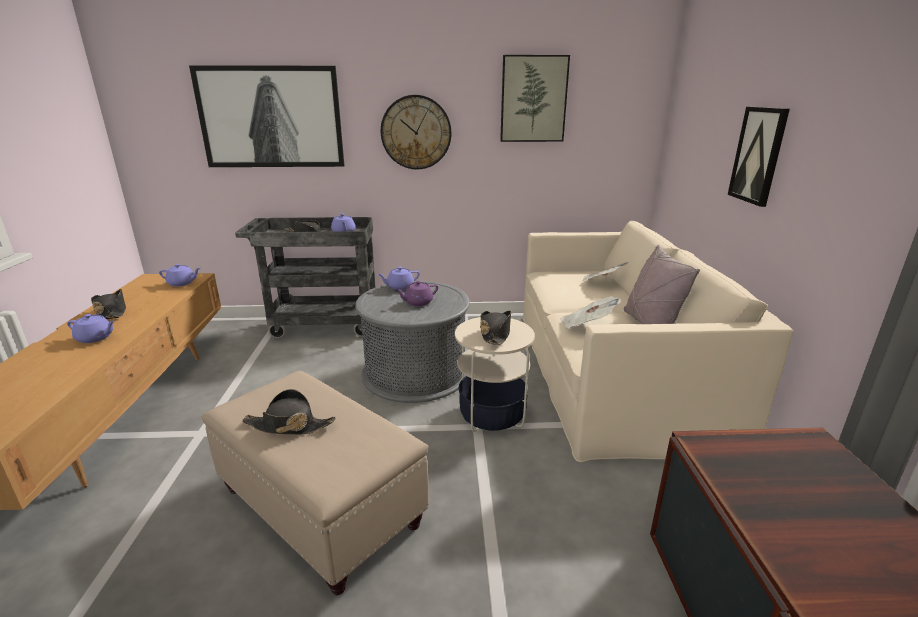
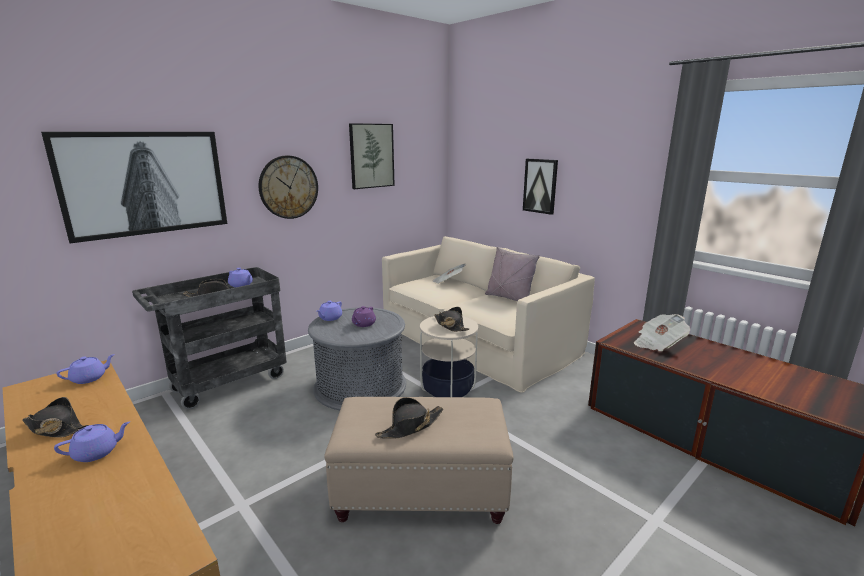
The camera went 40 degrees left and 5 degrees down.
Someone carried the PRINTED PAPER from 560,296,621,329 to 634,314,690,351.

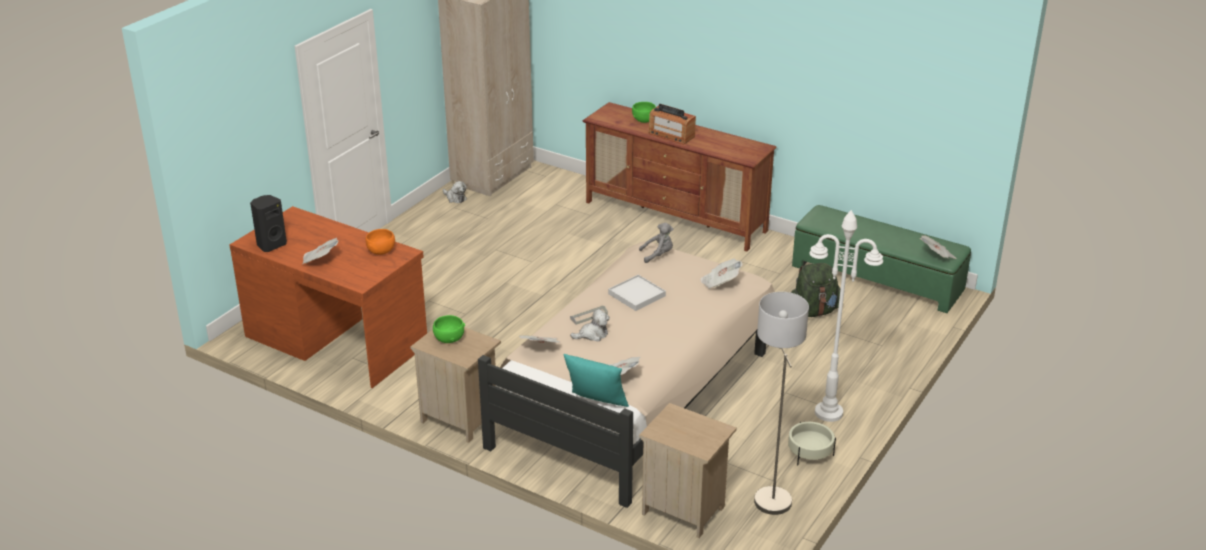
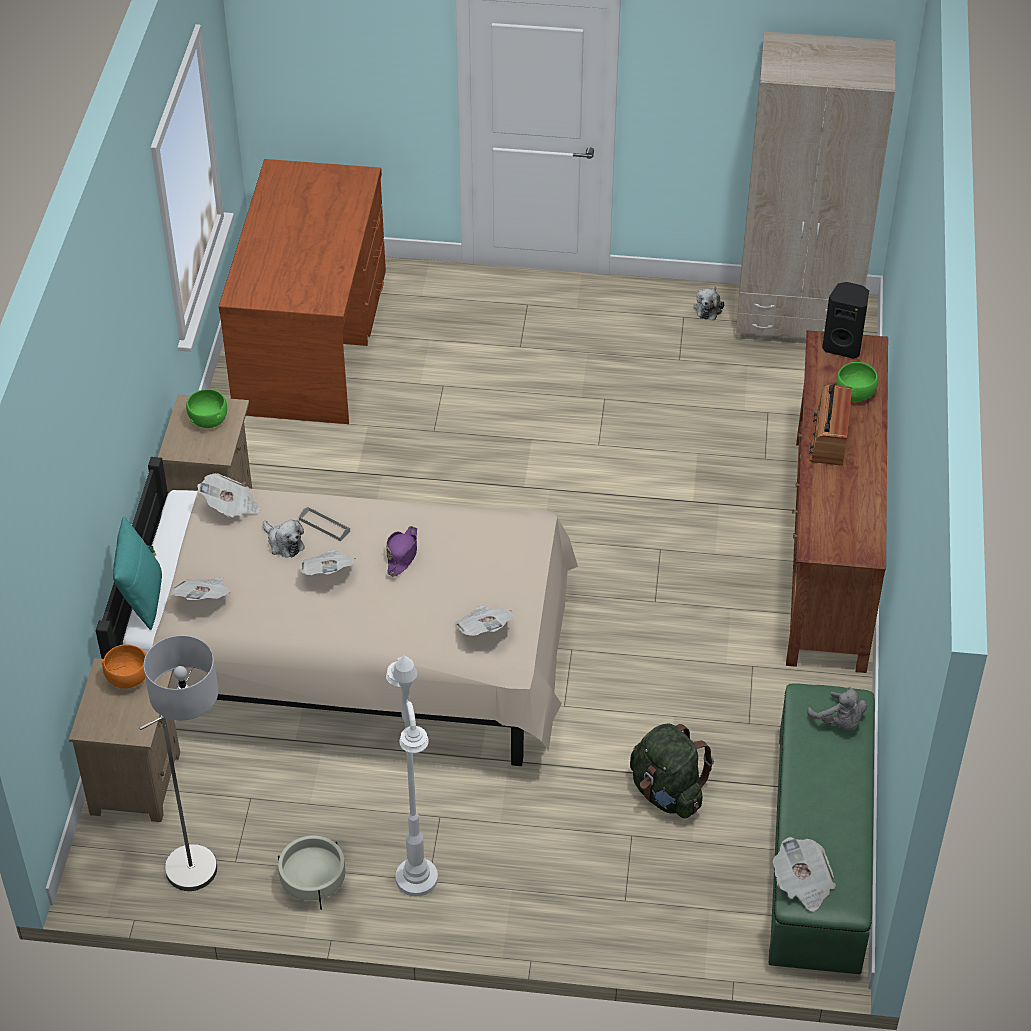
The camera went 65 degrees right and 15 degrees up.
Someone carried the ORANGE-COLOURED SERVING BOWL from 365,229,395,255 to 101,645,146,689.
Someone carried the PRINTED PAPER from 302,238,338,264 to 300,549,356,575.
Someone swapped the WHITISH TRAY at 608,275,666,311 for the PURPLE CLOTHING HAT at 386,526,417,577.
Someone carried the GREY PLUSH TOY from 639,223,674,263 to 807,687,867,730.
Someone carried the BLACK LOUDSPEAKER from 250,195,287,252 to 822,282,869,359.

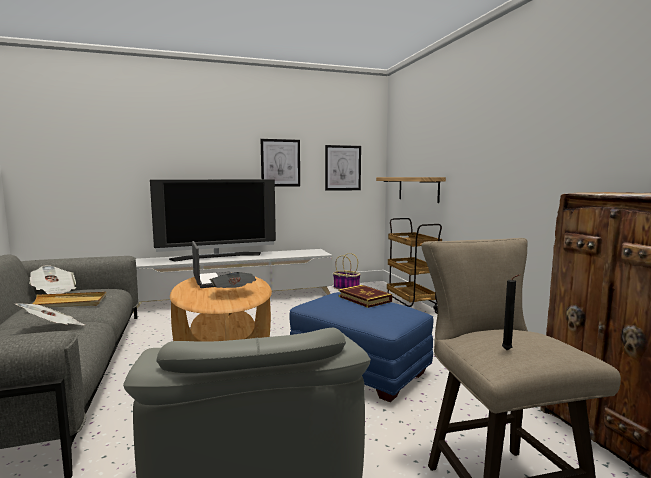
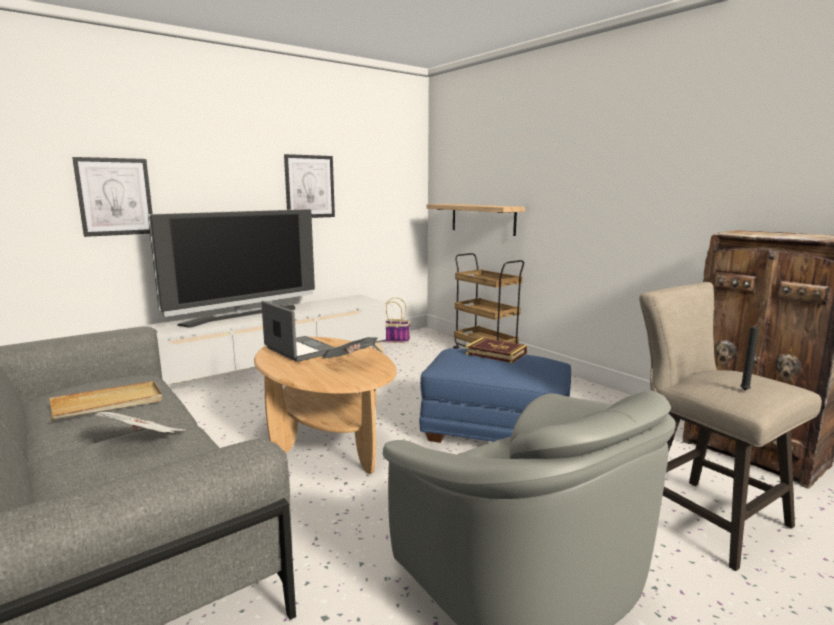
The camera went 20 degrees left and 5 degrees up.
Someone carried the PICTURE from 325,145,361,191 to 72,157,153,237.
Someone took away the PRINTED PAPER at 29,265,76,294.

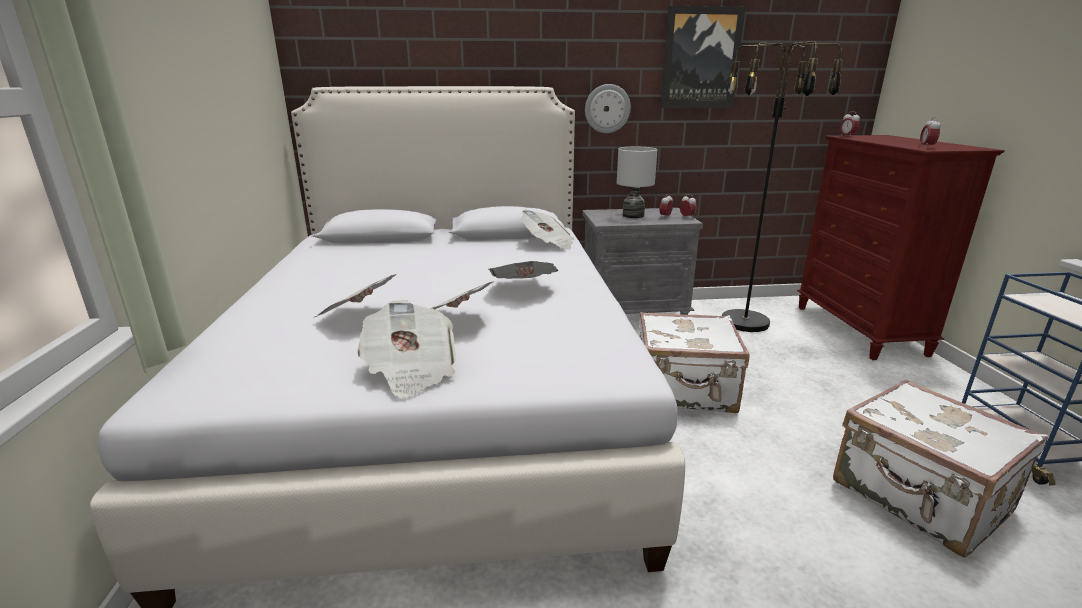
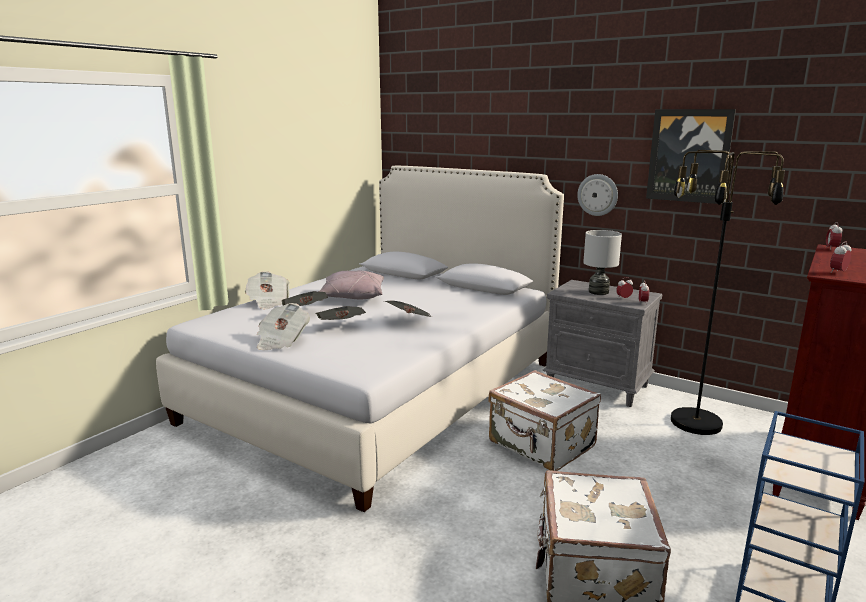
The camera went 40 degrees right and 5 degrees down.
Someone carried the PRINTED PAPER from 521,210,575,250 to 245,271,289,309.
Someone put down the PURPLE PILLOW at 318,270,384,299.

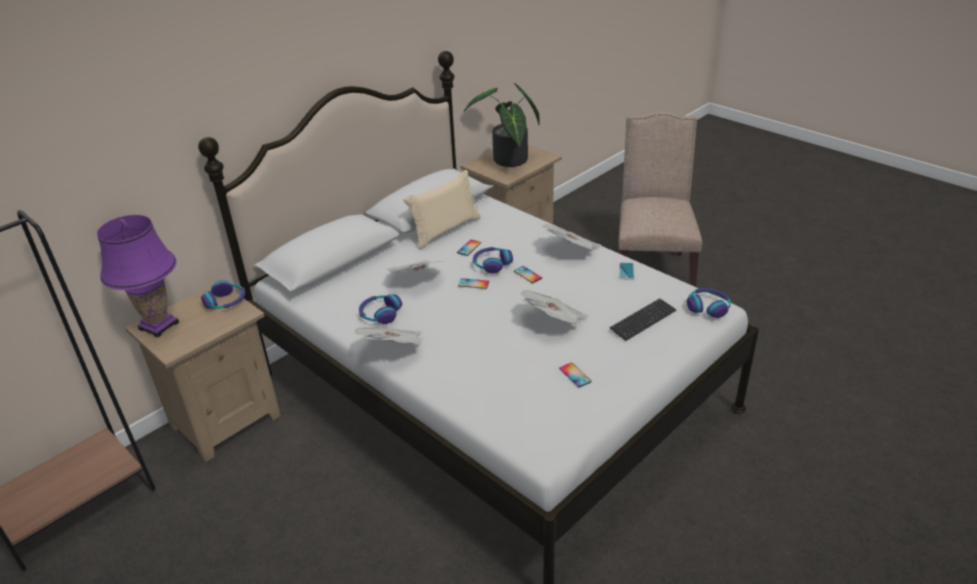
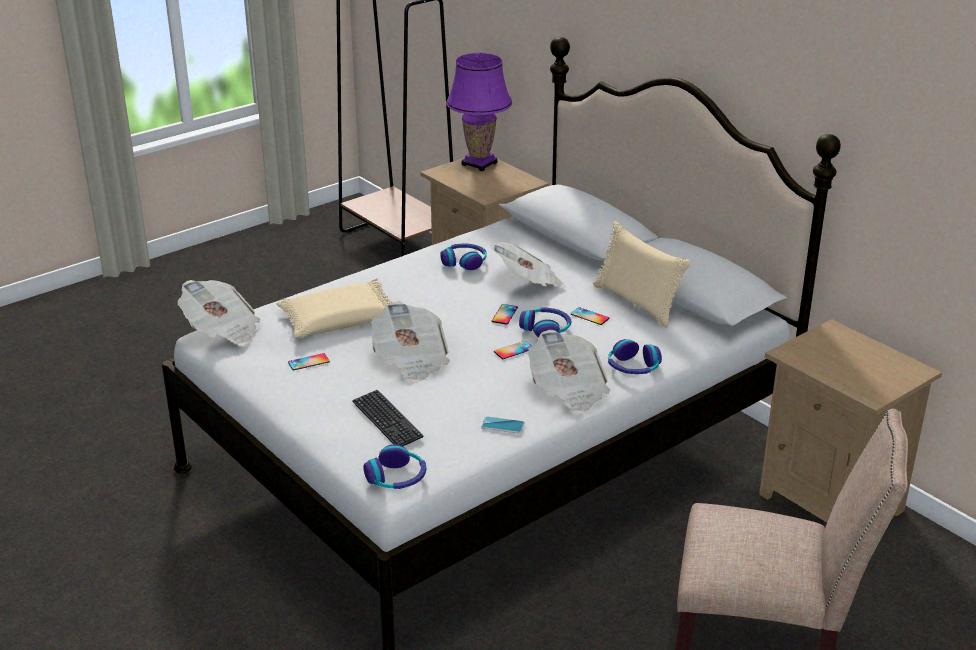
The camera went 95 degrees right and 5 degrees down.
Someone carried the PRINTED PAPER from 355,327,423,343 to 177,280,260,346.
Someone put down the BEIGE PILLOW at 276,278,393,338.
Someone carried the HEADPHONES from 201,280,245,309 to 608,339,662,374.
Someone took away the HOUSEPLANT at 463,83,540,167.

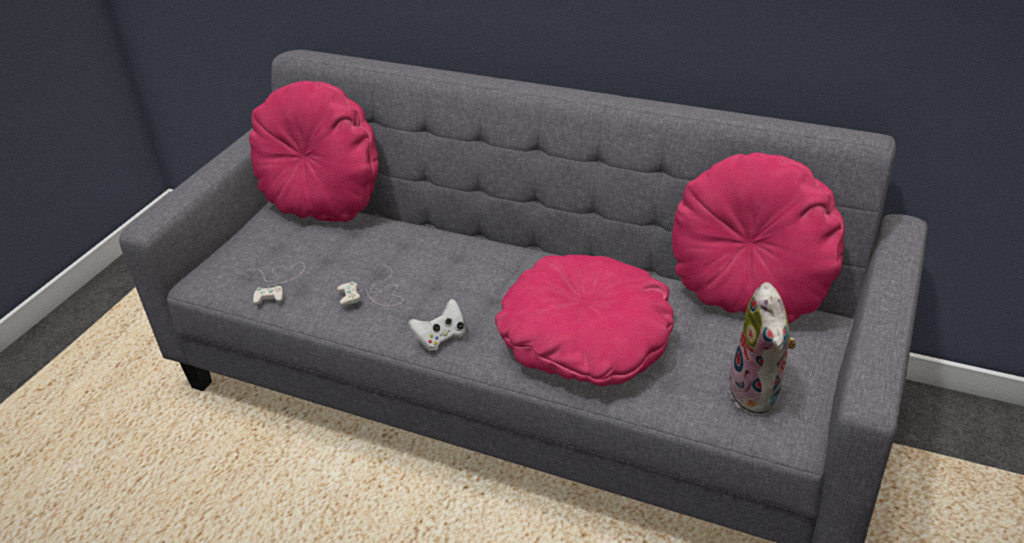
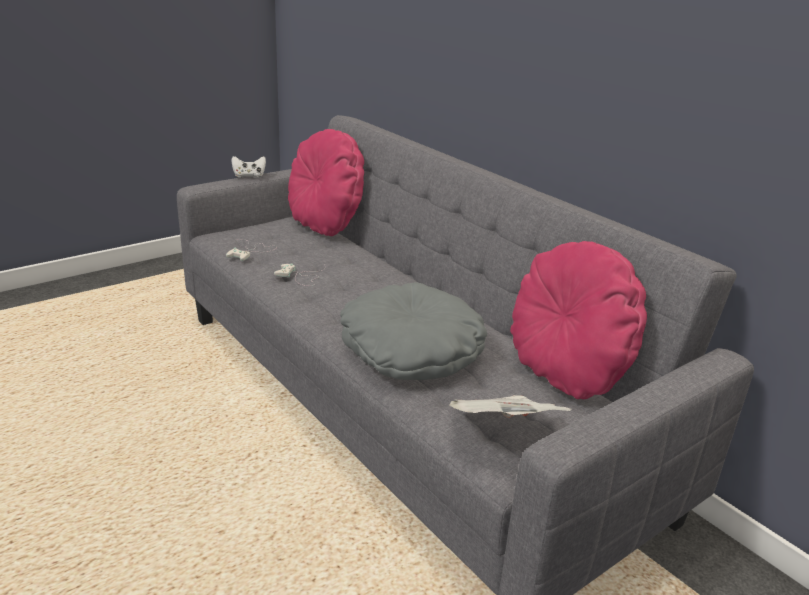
The camera went 25 degrees right and 10 degrees down.
Someone carried the WHITISH GAME CONTROLLER from 408,299,465,351 to 231,156,266,178.
Someone repainted the PINK PILLOW at 495,255,674,386, which became the GREY PILLOW at 340,282,487,380.
Someone swapped the PLUSH TOY at 726,282,797,414 for the PRINTED PAPER at 449,395,572,418.

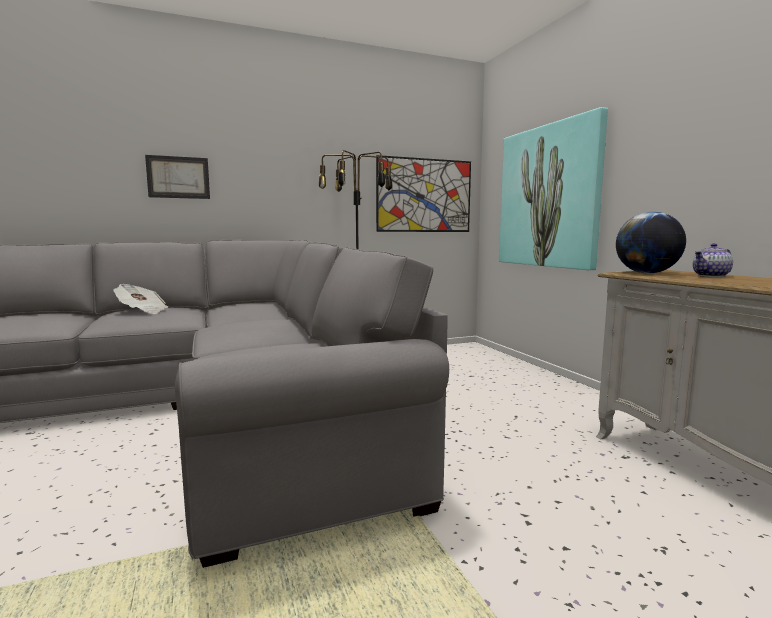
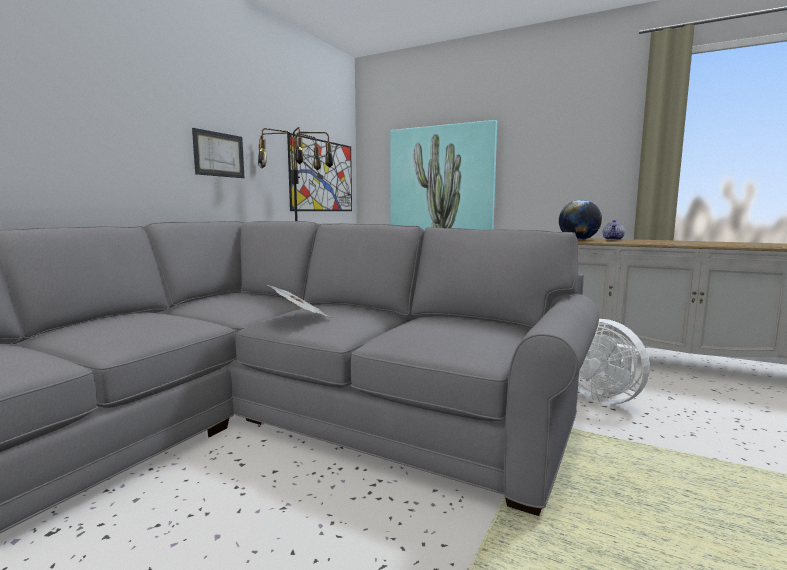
The camera went 40 degrees left and 0 degrees up.
Someone carried the PICTURE from 145,155,210,199 to 192,128,244,178.
Someone carried the PRINTED PAPER from 113,284,168,314 to 267,285,332,318.
Someone put down the WHITISH FAN at 578,319,650,404.

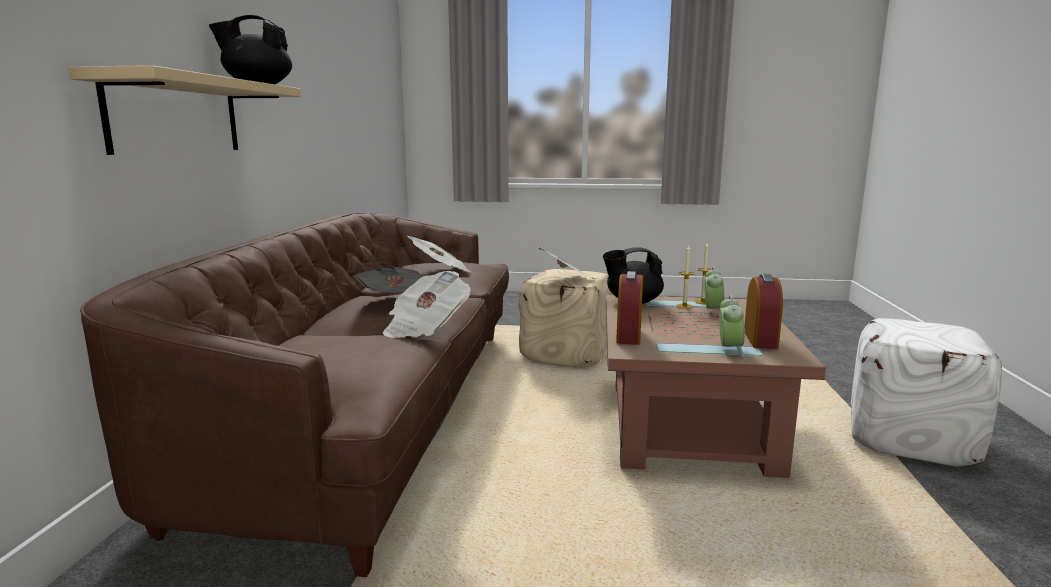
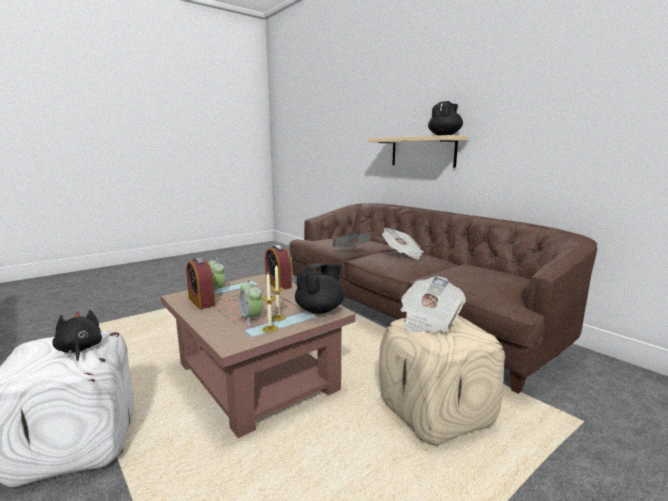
The camera went 135 degrees right and 0 degrees up.
Someone put down the BLACK PLUSH TOY at 52,310,102,361.
Someone took away the PRINTED PAPER at 407,236,470,272.

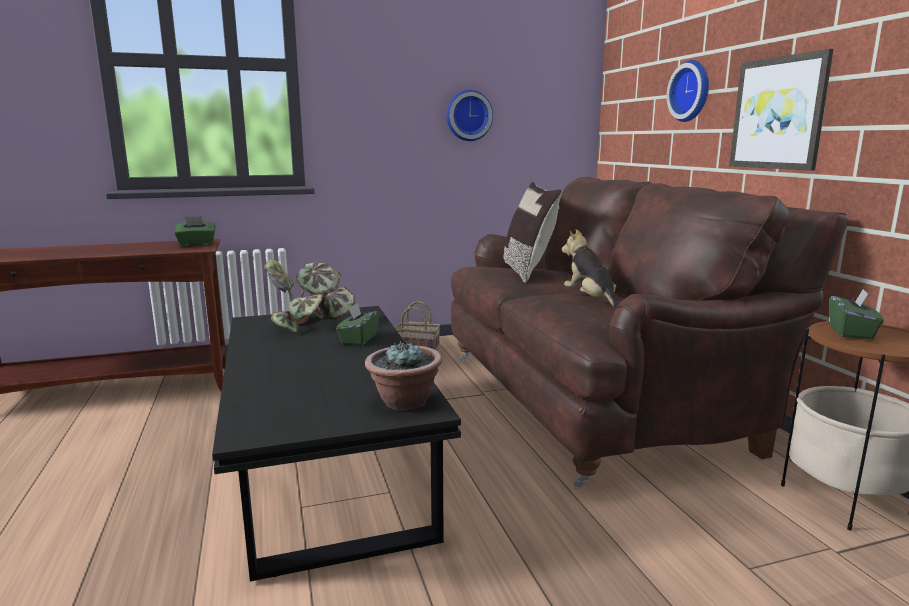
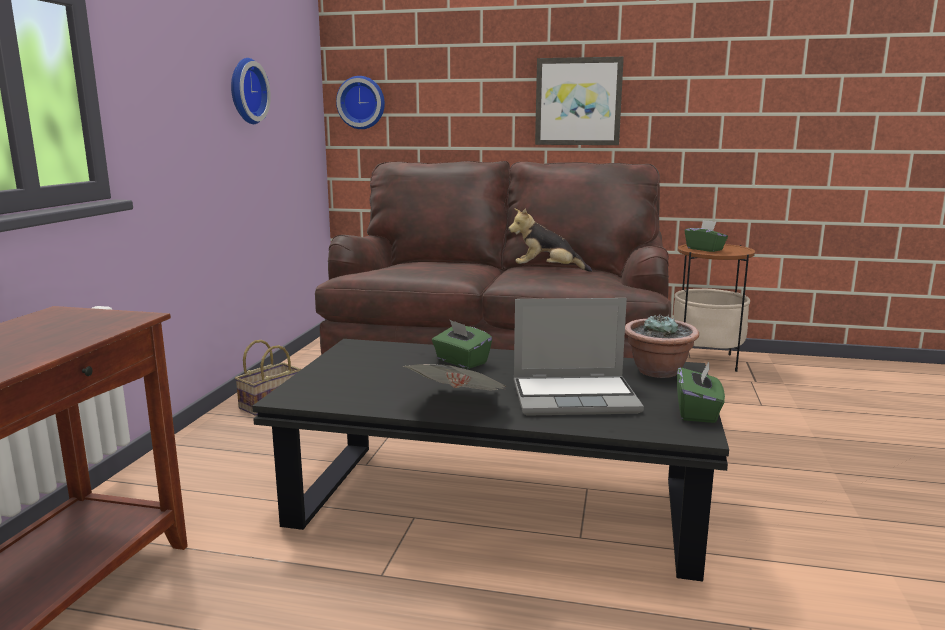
The camera went 60 degrees left and 0 degrees up.
Someone carried the HANGING CLOCK from 666,60,709,122 to 336,76,385,129.
Someone put down the PRINTED PAPER at 403,364,506,390.
Someone put down the PORTABLE COMPUTER at 514,298,644,416.
Someone carried the GREEN BOX OF TISSUES from 174,216,216,247 to 677,361,725,423.
Someone took away the HOUSEPLANT at 264,260,356,332.
Someone took away the PILLOW at 503,182,562,283.

